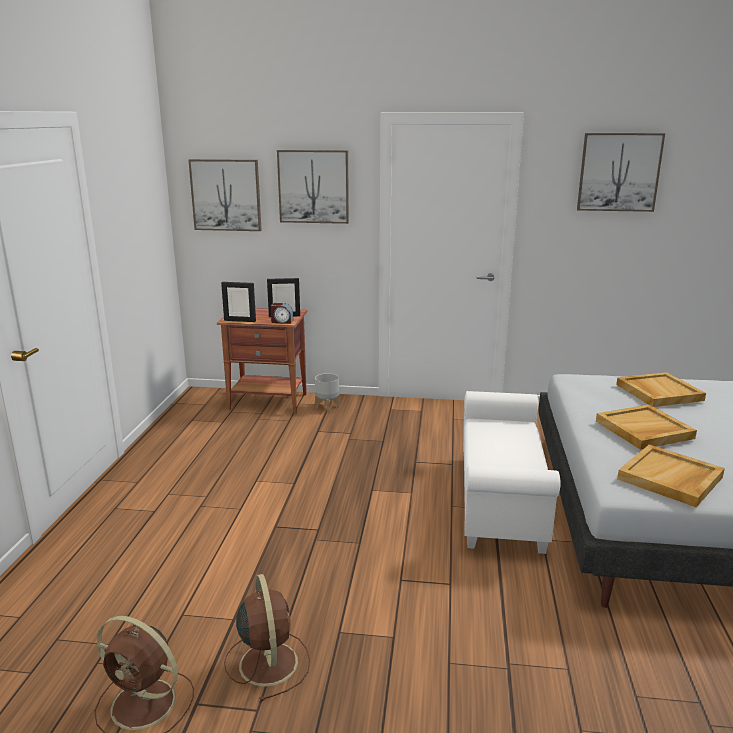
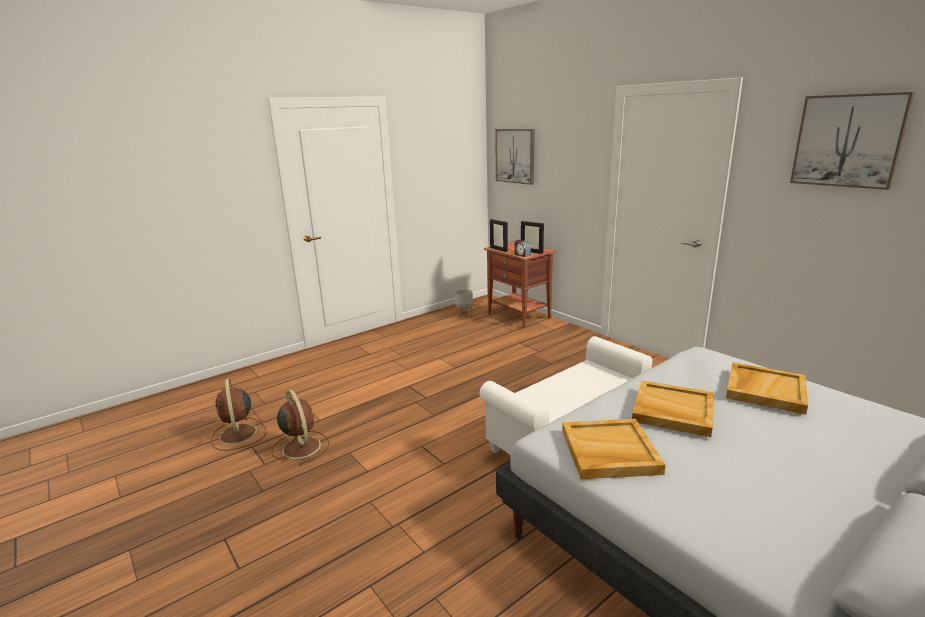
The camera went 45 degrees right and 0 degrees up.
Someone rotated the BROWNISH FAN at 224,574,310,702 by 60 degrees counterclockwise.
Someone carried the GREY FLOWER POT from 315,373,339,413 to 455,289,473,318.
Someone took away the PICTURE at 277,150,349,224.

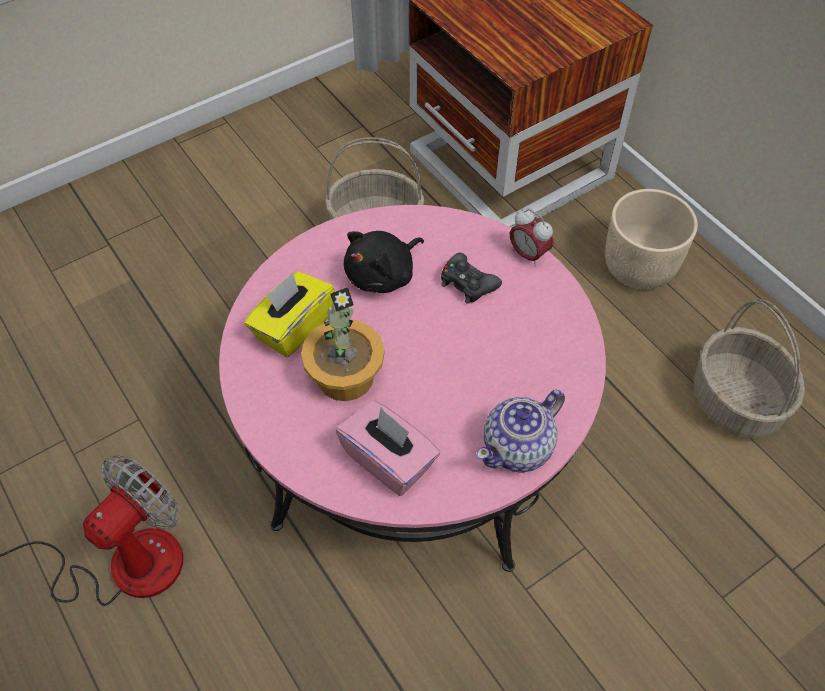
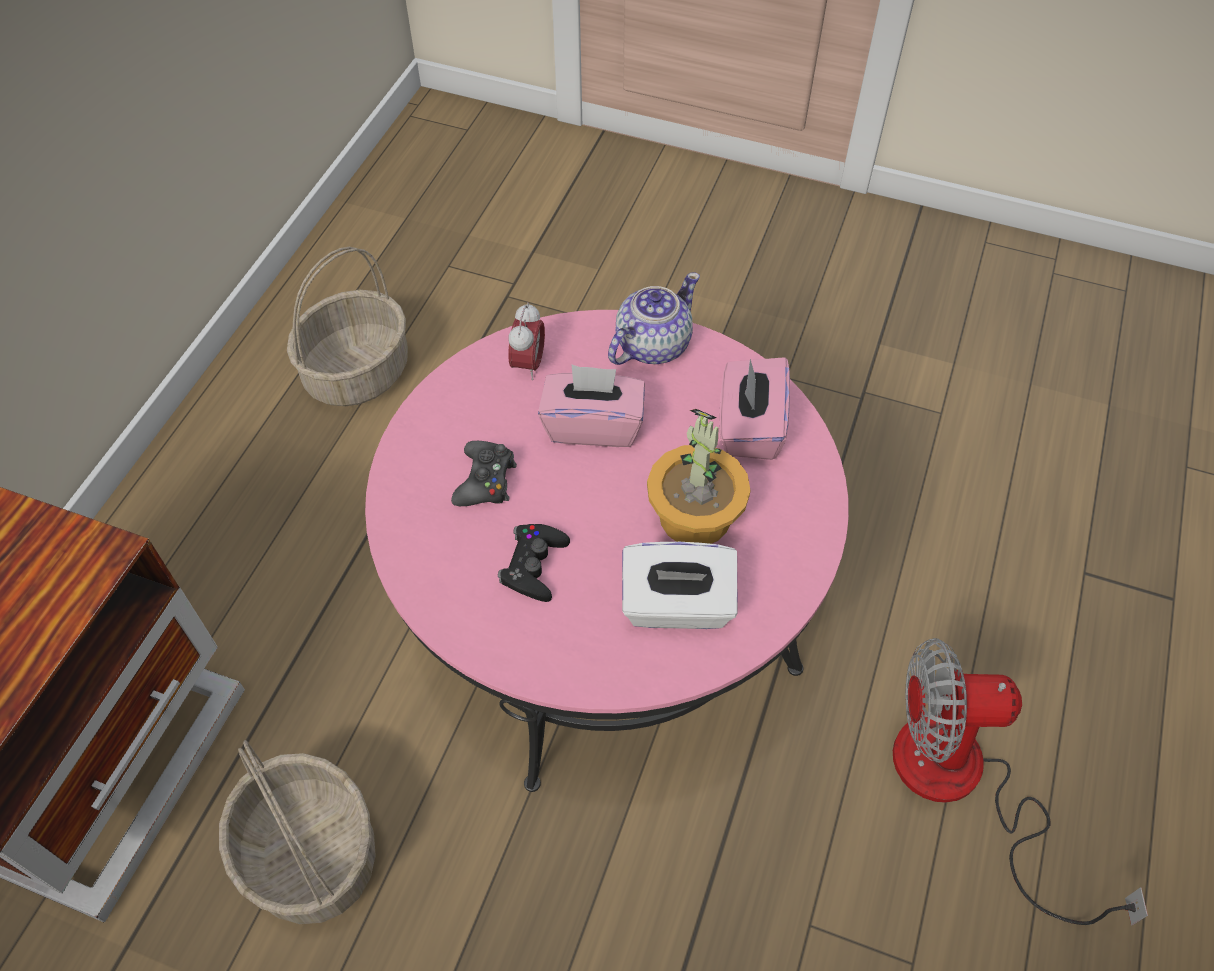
The camera went 125 degrees left and 0 degrees up.
Someone swapped the BLACK PLUSH TOY at 344,231,424,293 for the BLACK GAME CONTROLLER at 498,524,570,602.
Someone carried the BEDSIDE CLOCK from 510,208,553,267 to 508,302,545,380.
Someone put down the PINK BOX OF TISSUES at 538,365,645,447.
Someone rotated the TEA POT at 476,389,565,473 by 60 degrees counterclockwise.
Someone repainted the YELLOWISH BOX OF TISSUES at 244,271,335,357, which became the WHITISH BOX OF TISSUES at 622,542,738,629.
Someone took away the BEIGE FLOWER POT at 605,189,698,289.

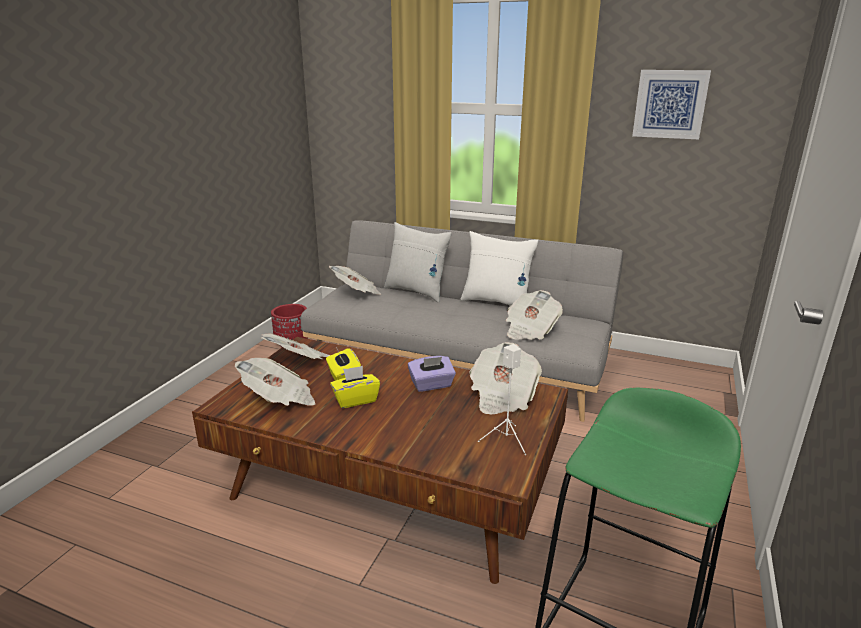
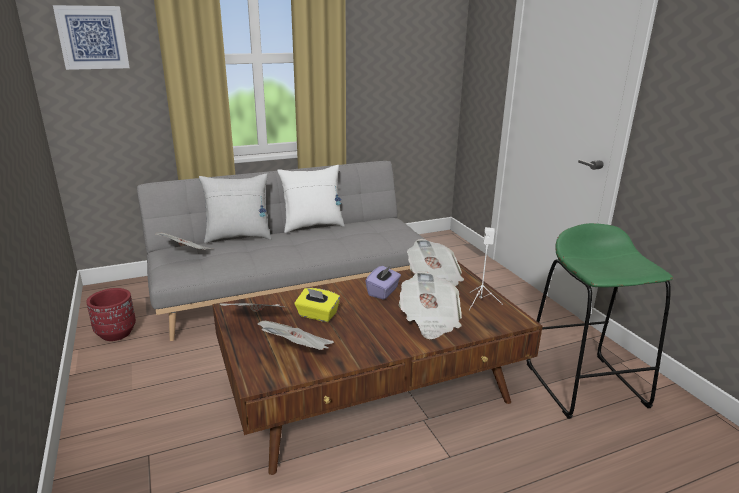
The camera went 45 degrees left and 0 degrees up.
Someone carried the PICTURE from 632,70,711,139 to 53,5,130,70.
Someone carried the PRINTED PAPER from 506,290,563,340 to 398,271,462,340.
Someone took away the YELLOWISH BOX OF TISSUES at 330,366,380,408.

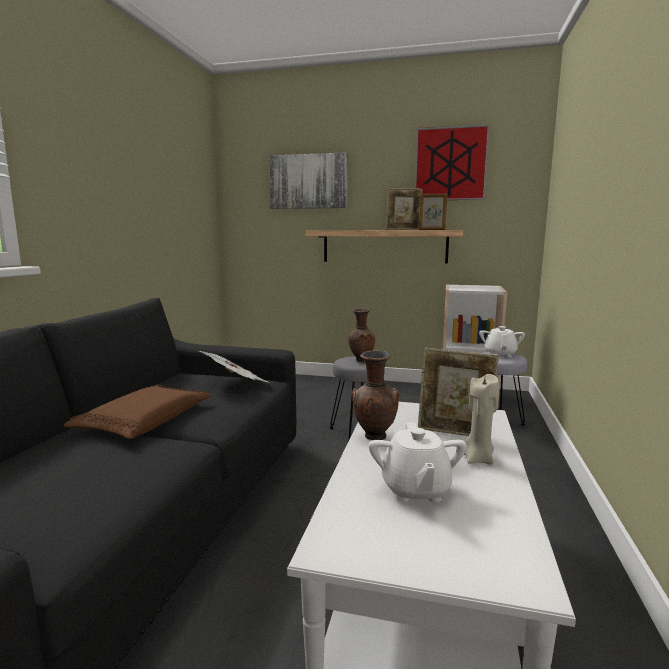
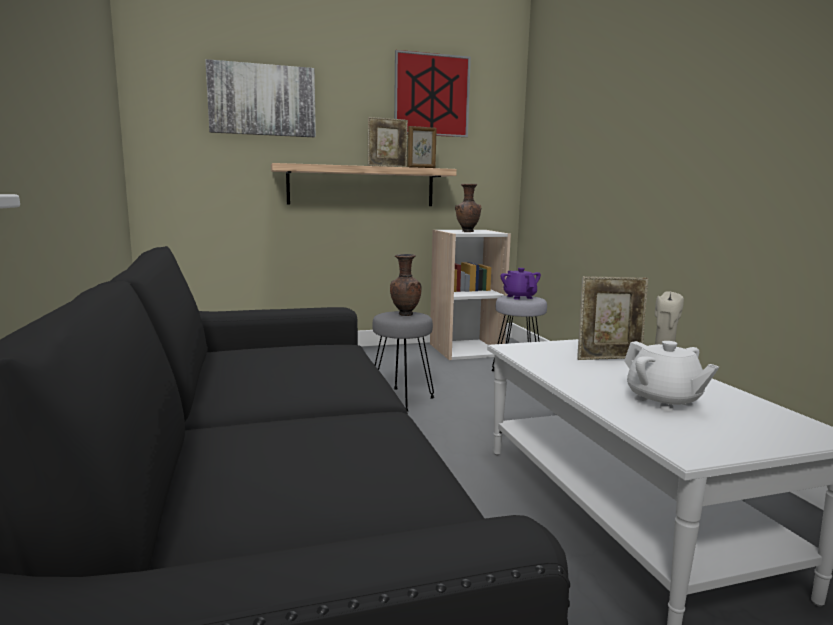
The camera went 30 degrees left and 0 degrees up.
Someone carried the BROWNISH DECORATIVE VASE from 352,351,399,440 to 455,184,481,232.
Someone repainted the WHITISH TEA POT at 479,326,525,358, which became the PURPLE TEA POT at 500,268,541,299.
Someone took away the BROWNISH PILLOW at 64,385,210,439.
Someone took away the PRINTED PAPER at 199,351,268,382.

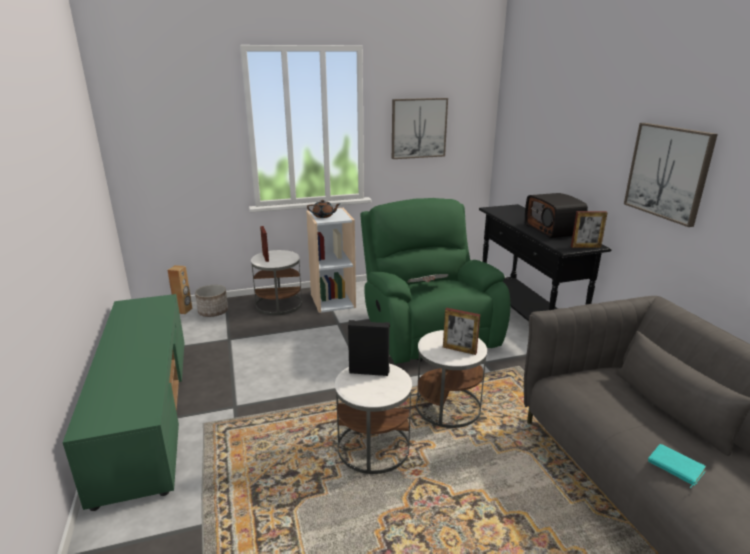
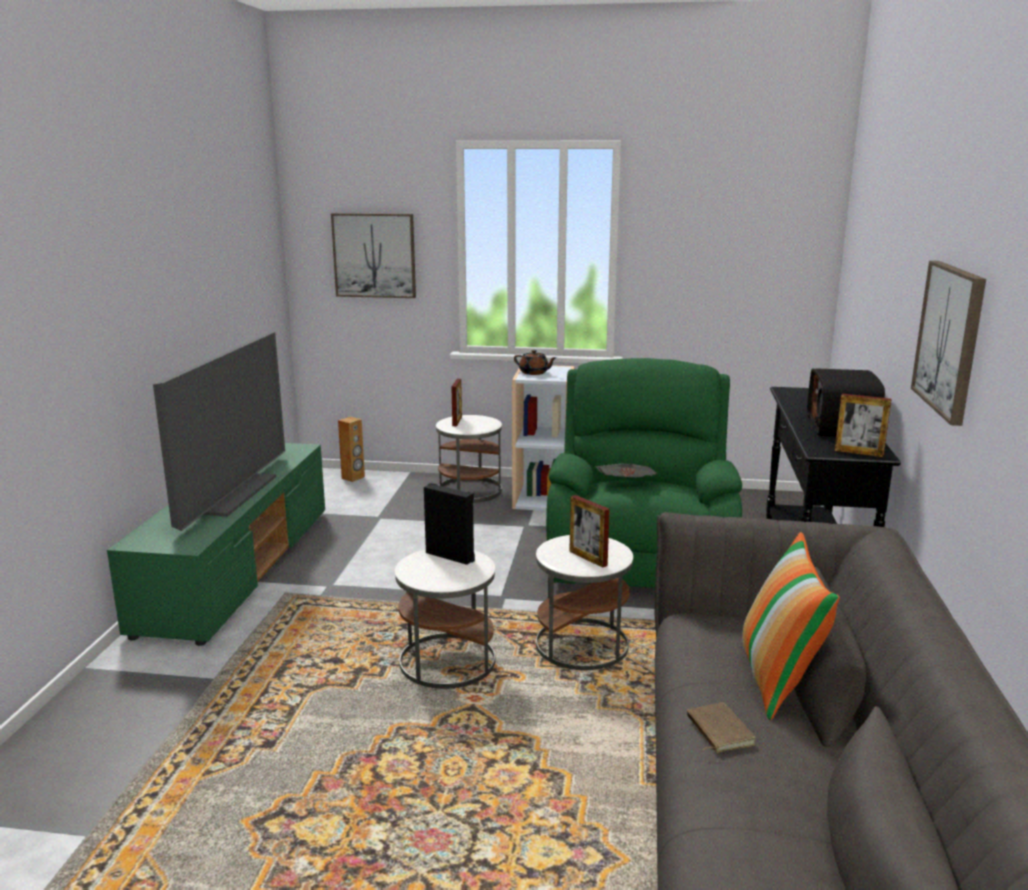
The camera went 25 degrees right and 5 degrees down.
Someone put down the TV SET at 153,332,285,531.
Someone carried the PICTURE from 392,98,448,159 to 331,213,416,298.
Someone repainted the TURQUOISE VOLUME at 648,444,706,488, which became the BROWNISH VOLUME at 687,702,756,753.
Someone put down the PILLOW at 742,532,840,720.
Someone took away the FLOWER POT at 195,285,228,317.

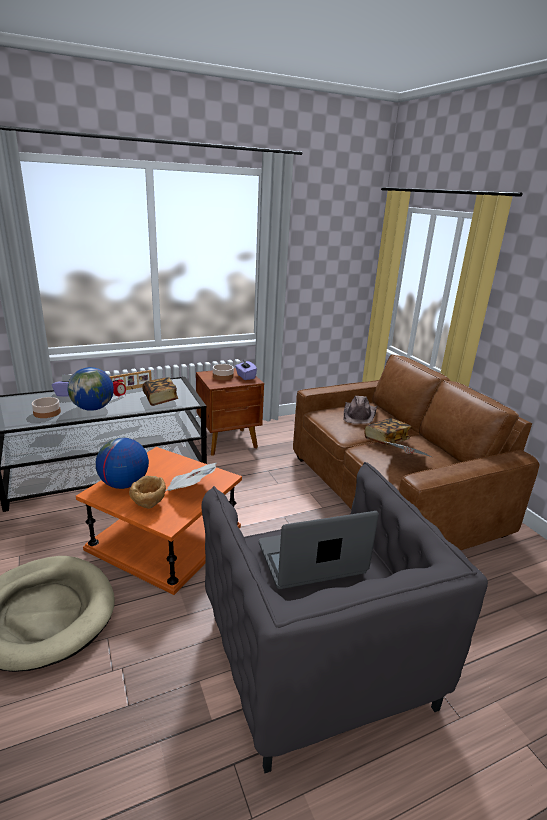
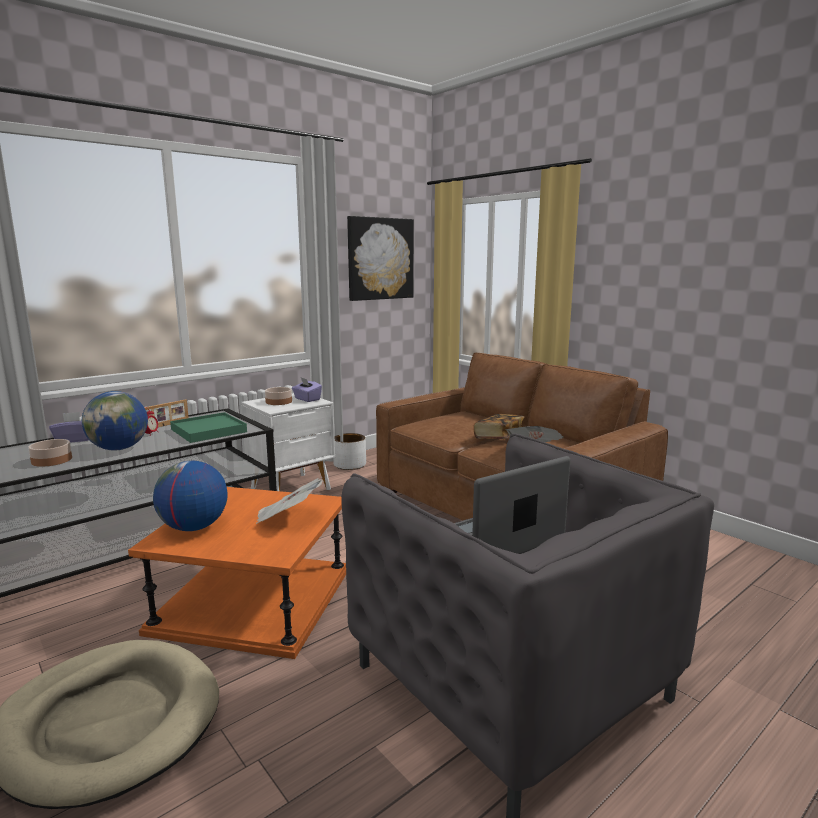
The camera went 15 degrees left and 10 degrees down.
Someone swapped the VOLUME at 142,377,178,406 for the GREEN TRAY at 170,412,247,443.
Someone repainted the BROWNISH NIGHT TABLE at 196,368,264,456, which became the WHITISH NIGHT TABLE at 241,393,335,491.
Someone put down the WHITISH FLOWER POT at 333,433,366,470.
Someone put up the PICTURE at 347,216,414,301.
Someone took away the BROWNISH SERVING BOWL at 129,476,166,509.
Someone took away the BROWNISH CLOTHING HAT at 343,396,378,424.

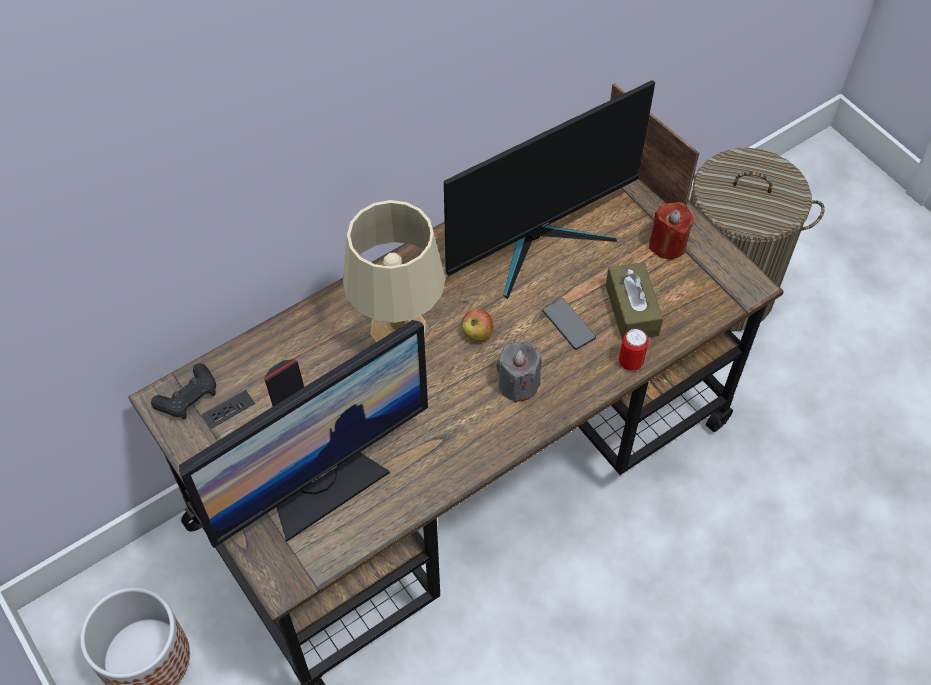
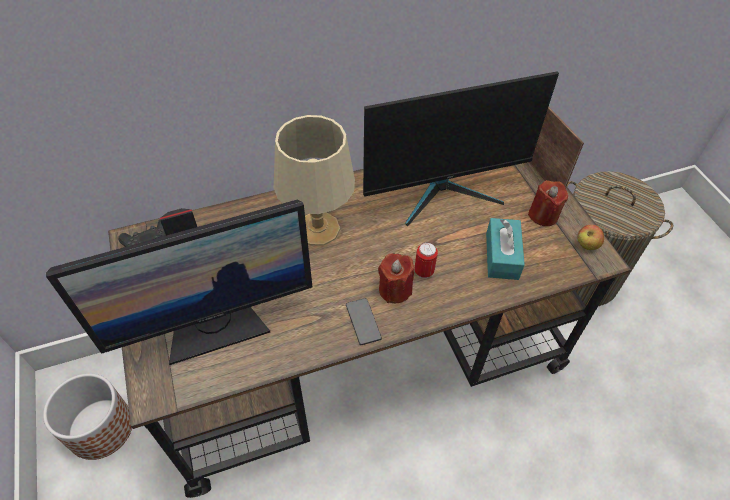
The camera went 15 degrees right and 5 degrees down.
Someone carried the PHONE from 542,298,596,350 to 346,298,382,345.
Someone repainted the GREY WAX LIGHT at 496,342,542,403, which became the REDDISH WAX LIGHT at 378,253,414,303.
Someone carried the CAN from 619,329,649,371 to 415,242,438,278.
Someone repainted the BROWNISH BOX OF TISSUES at 606,262,663,340, which became the TURQUOISE BOX OF TISSUES at 486,218,525,280.
Someone carried the APPLE FRUIT from 462,309,494,341 to 577,224,604,250.

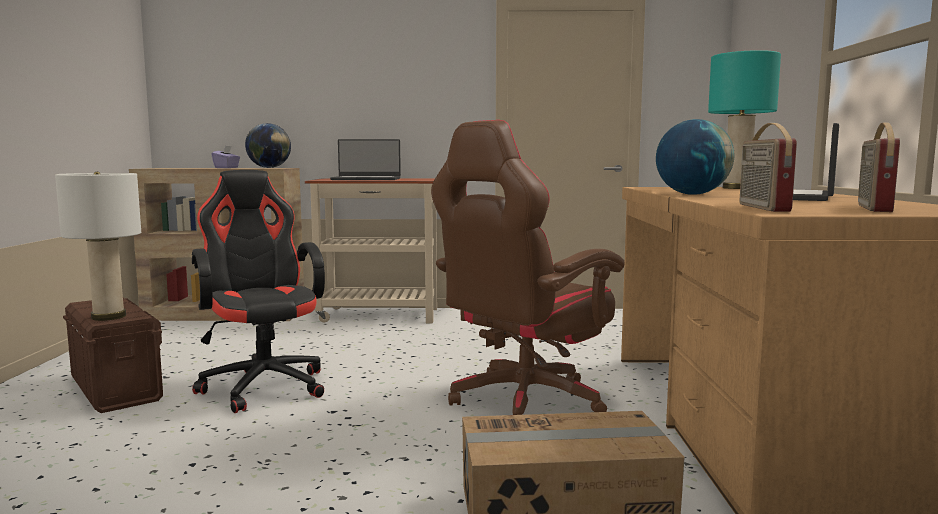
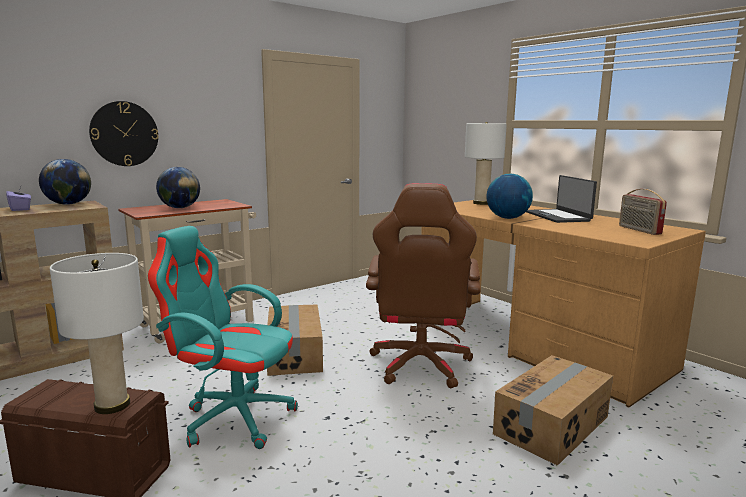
The camera went 40 degrees left and 5 degrees up.
Someone put up the HANGING CLOCK at 89,101,159,166.
Someone repainted the BLACK OFFICE CHAIR at 192,170,325,413, which became the TURQUOISE OFFICE CHAIR at 148,226,298,449.
Someone swapped the PORTABLE COMPUTER at 330,139,401,180 for the GLOBE at 156,167,200,208.
Someone put down the CARTON at 267,305,323,376.
Someone repainted the TURQUOISE LAMP FOR A TABLE at 708,50,781,189, which became the WHITISH LAMP FOR A TABLE at 465,122,507,205.
Someone took away the RADIO at 739,123,797,212.

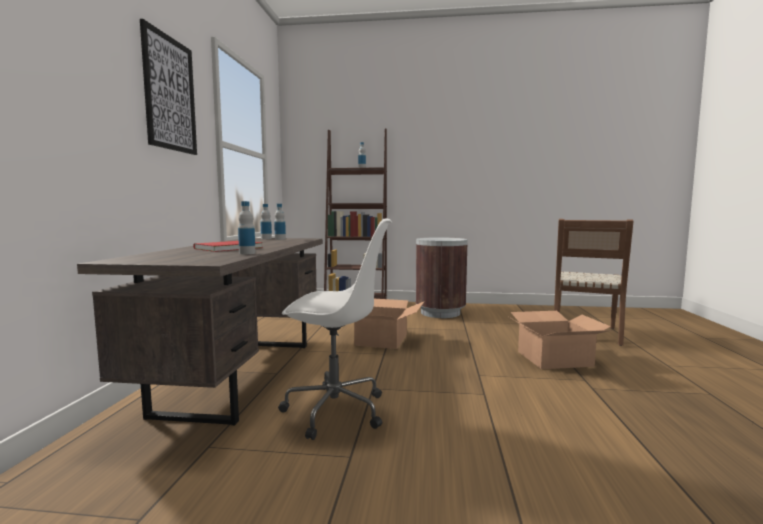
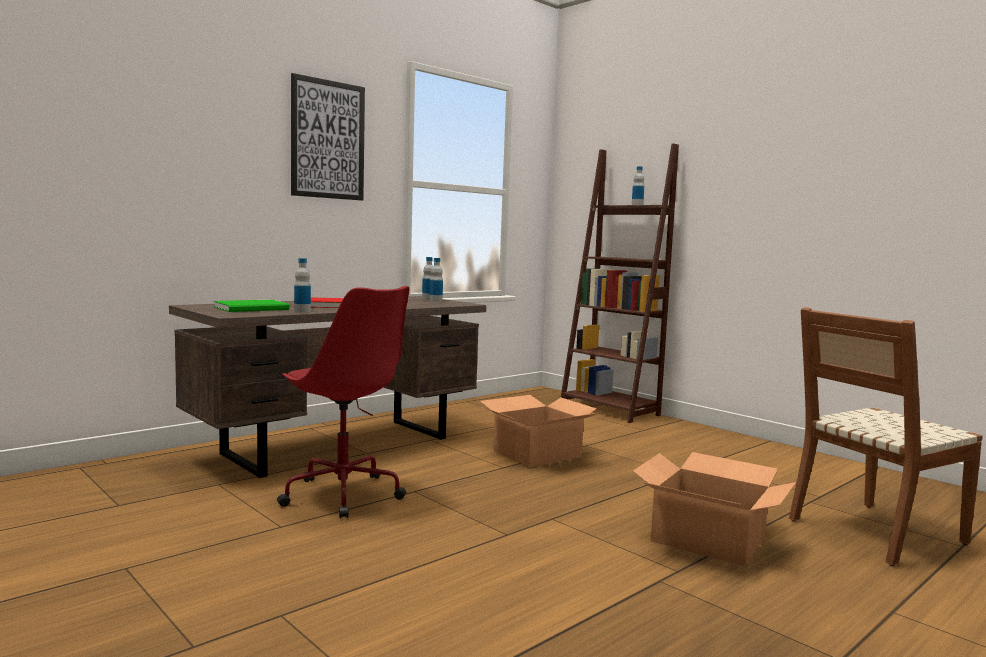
The camera went 40 degrees right and 0 degrees up.
Someone put down the GREEN VOLUME at 214,300,289,312.
Someone repainted the WHITISH OFFICE CHAIR at 278,219,393,440, which became the REDDISH OFFICE CHAIR at 277,286,409,518.
Someone took away the BROWNISH RUBBISH BIN at 416,237,468,318.

